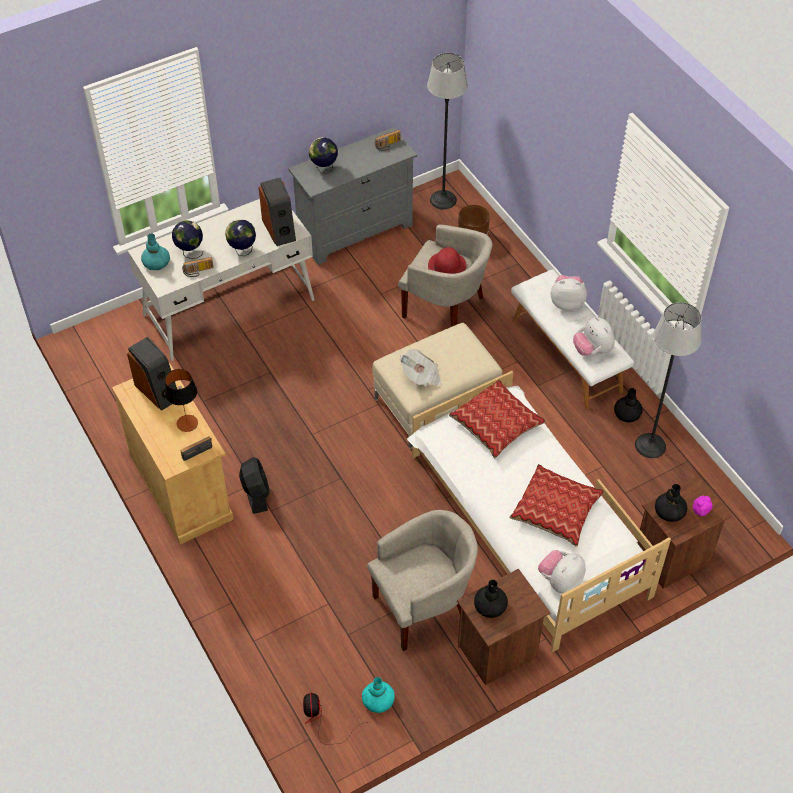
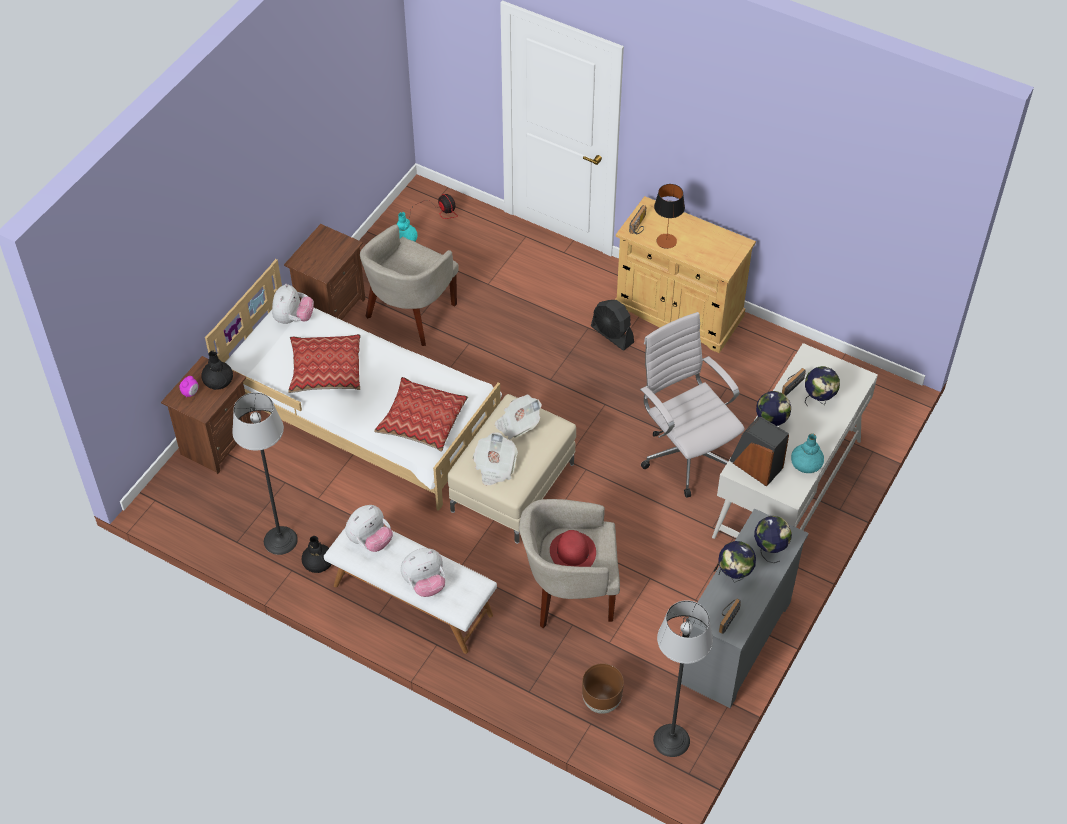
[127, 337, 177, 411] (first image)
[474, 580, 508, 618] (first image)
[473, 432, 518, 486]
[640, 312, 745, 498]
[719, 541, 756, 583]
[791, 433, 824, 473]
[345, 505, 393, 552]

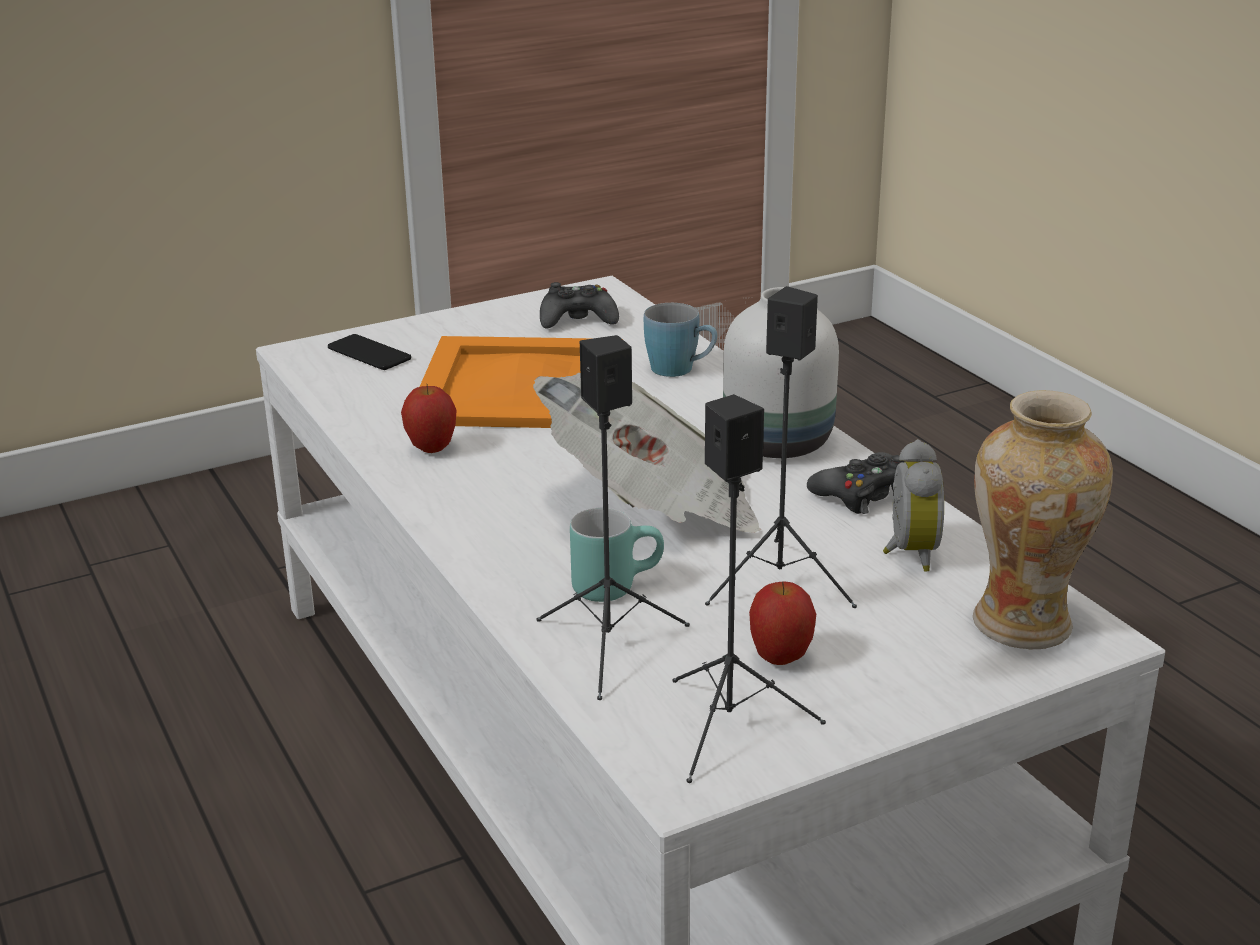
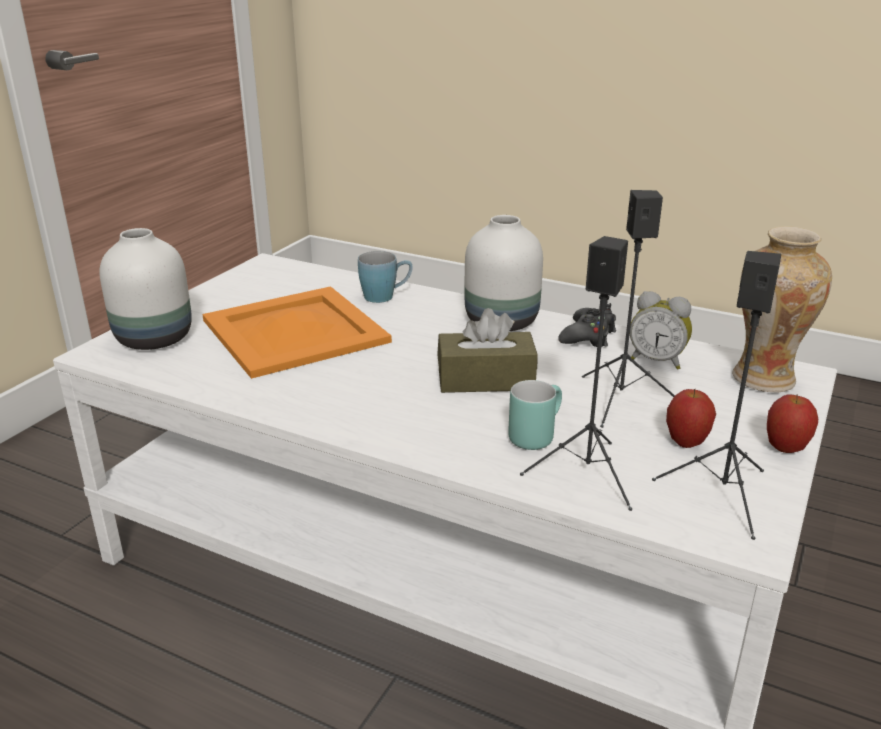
[540, 282, 619, 328] (first image)
[767, 394, 818, 453]
[99, 228, 192, 350]
[437, 308, 538, 393]
[630, 291, 692, 370]

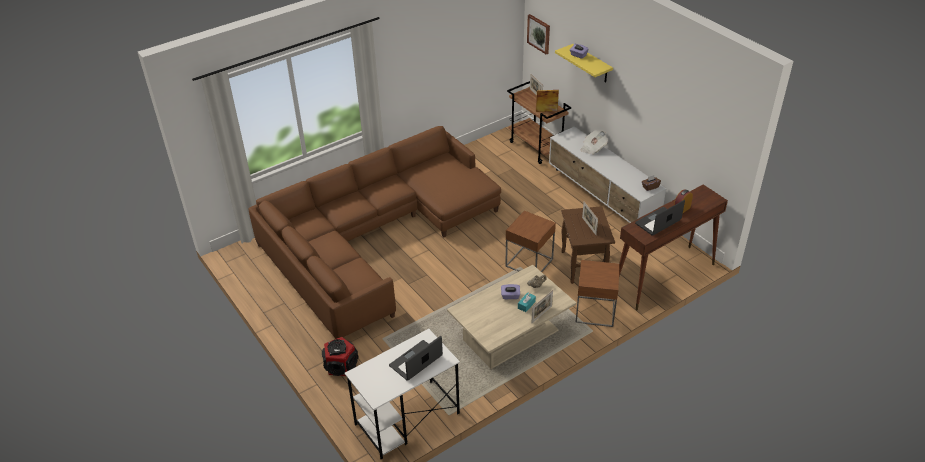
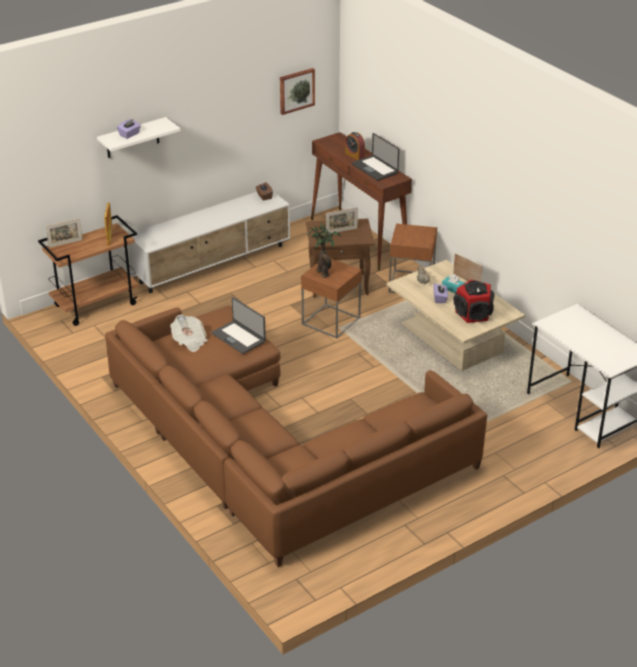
[307, 223, 342, 278]
[453, 280, 495, 323]
[211, 297, 266, 354]
[280, 68, 315, 115]
[170, 315, 208, 352]
[97, 117, 181, 158]

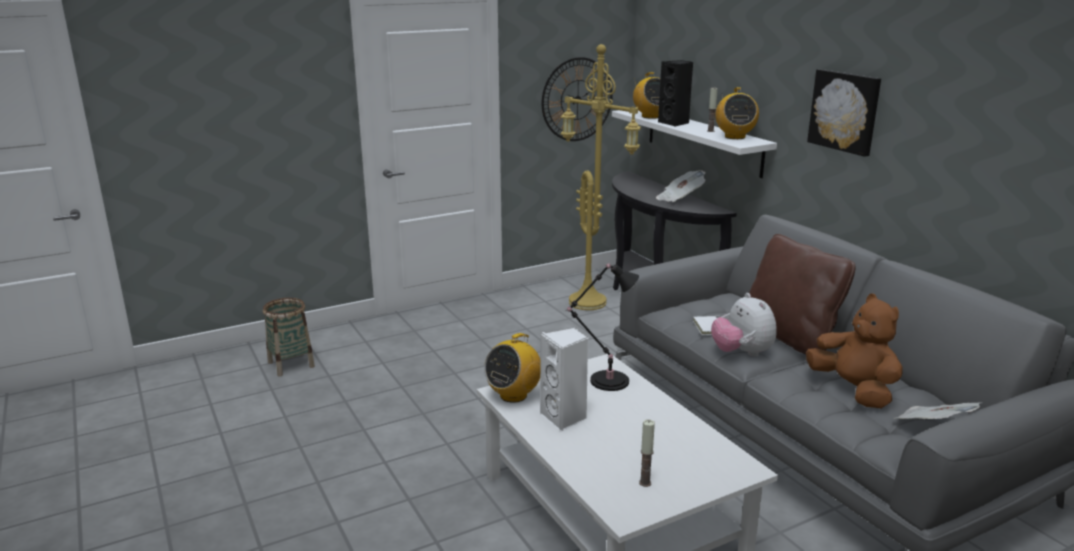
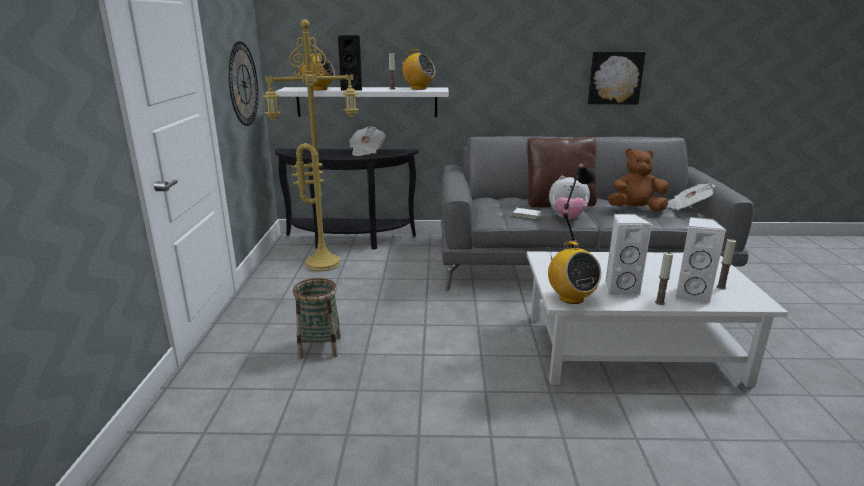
[655, 252, 673, 305]
[675, 217, 726, 303]
[293, 278, 341, 359]
[588, 52, 646, 104]

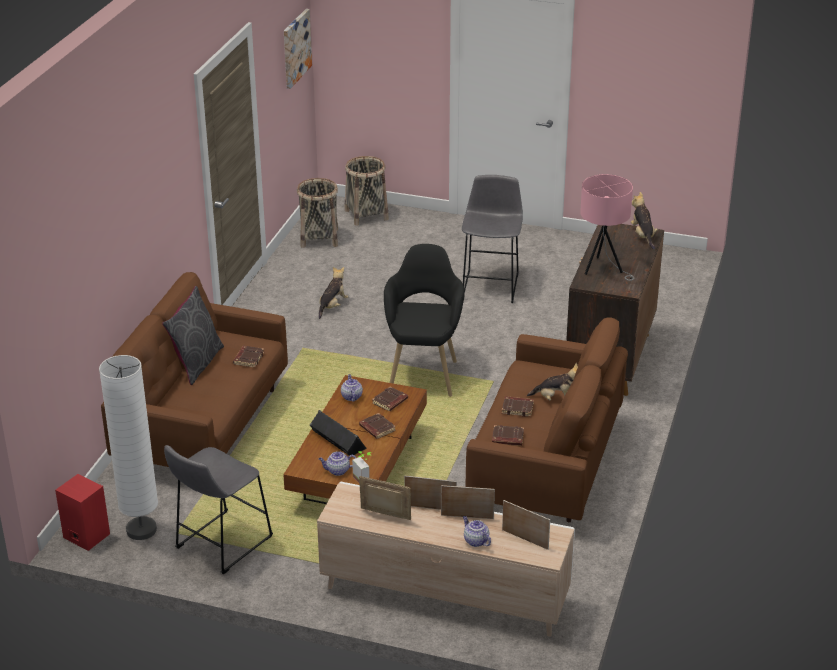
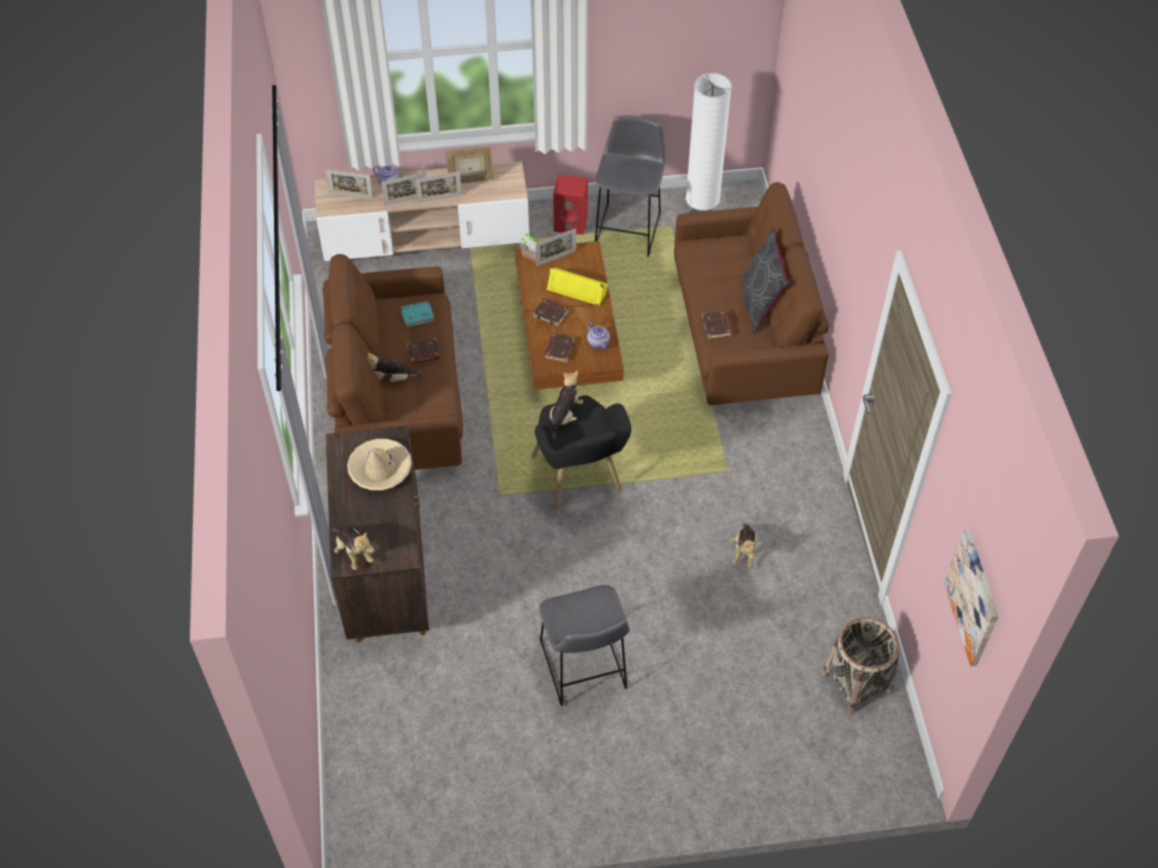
[345, 156, 389, 226] (first image)
[550, 370, 583, 441]
[553, 174, 588, 234]
[535, 228, 576, 267]
[347, 439, 412, 490]
[547, 268, 608, 306]
[400, 301, 435, 327]

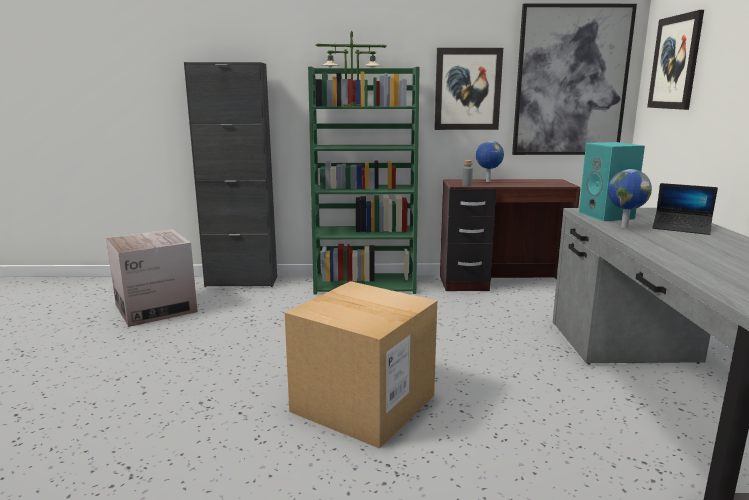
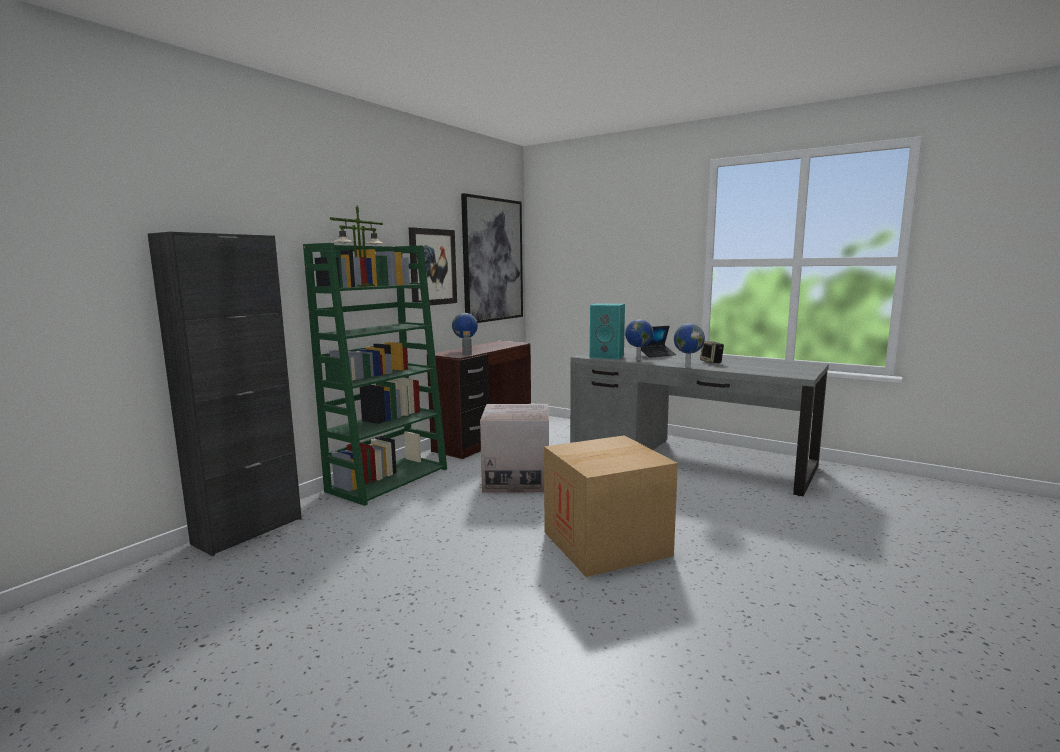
[647, 10, 704, 110] (first image)
[674, 323, 705, 368]
[700, 341, 724, 363]
[480, 404, 549, 493]

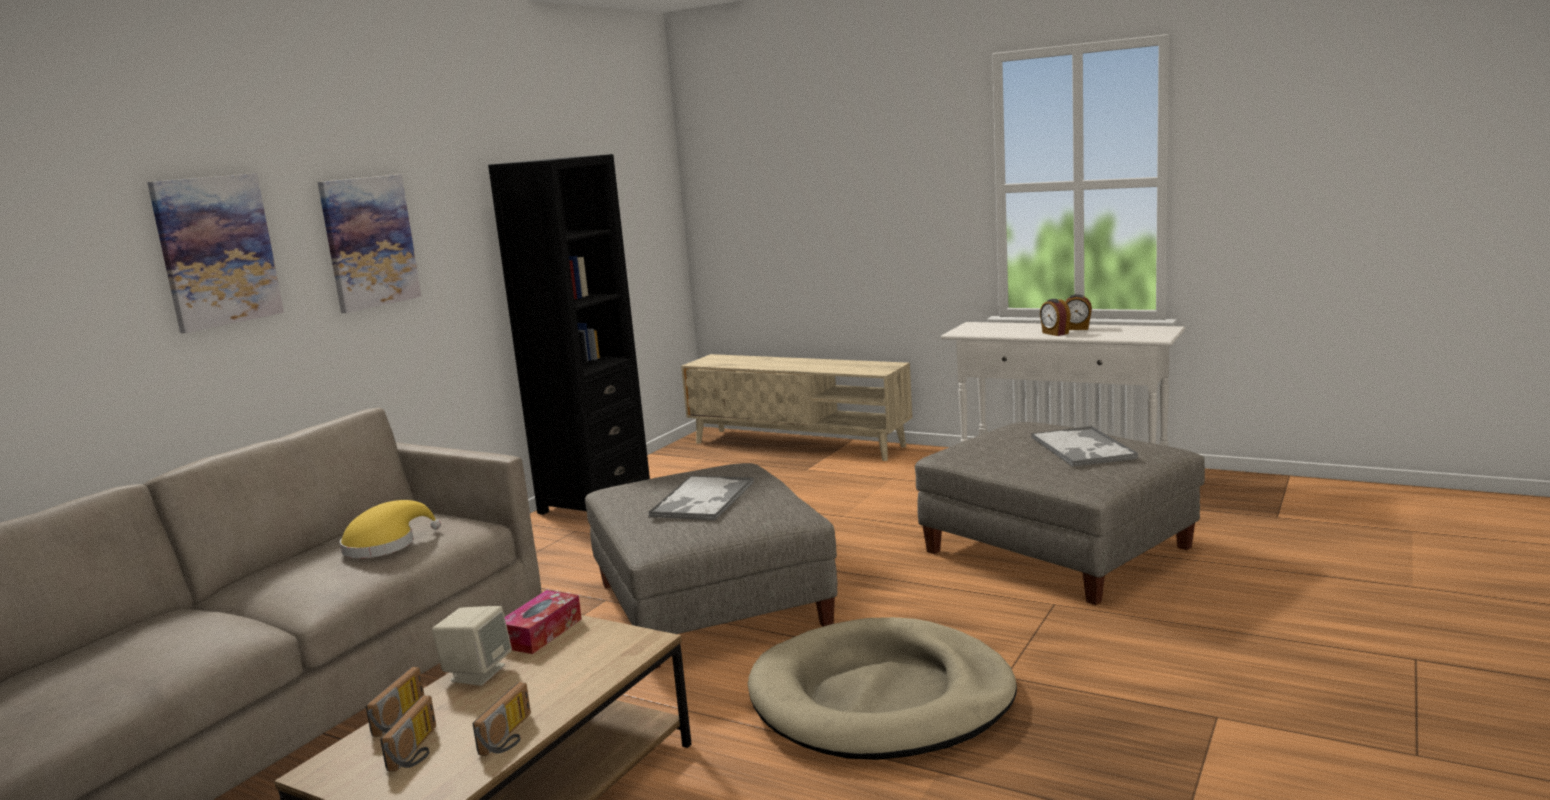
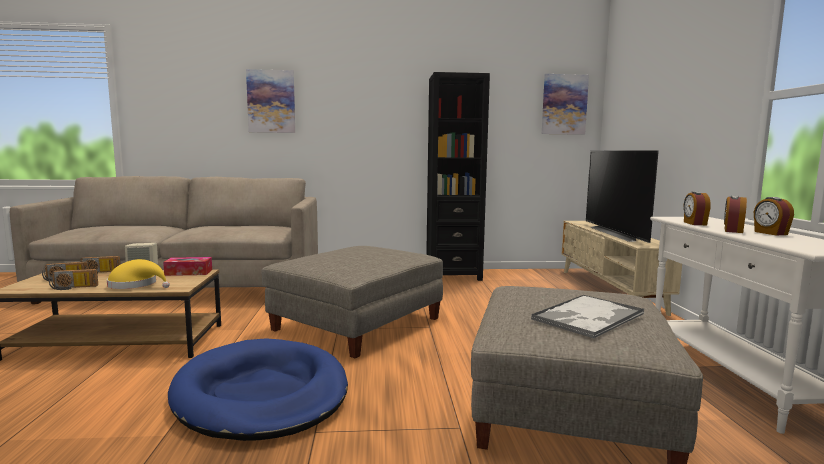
[648, 476, 754, 521] (first image)
[586, 150, 659, 243]
[683, 191, 711, 225]
[542, 74, 589, 135]
[107, 259, 170, 289]
[168, 338, 348, 441]

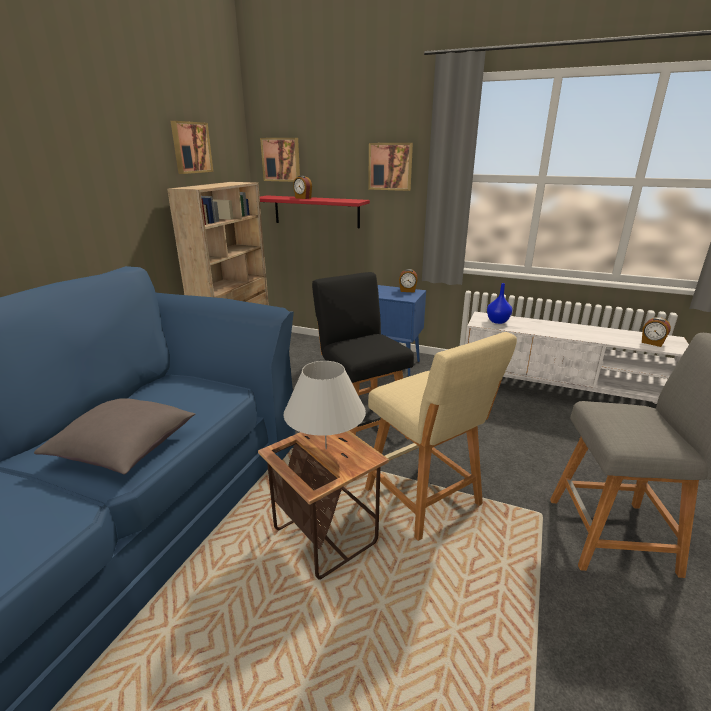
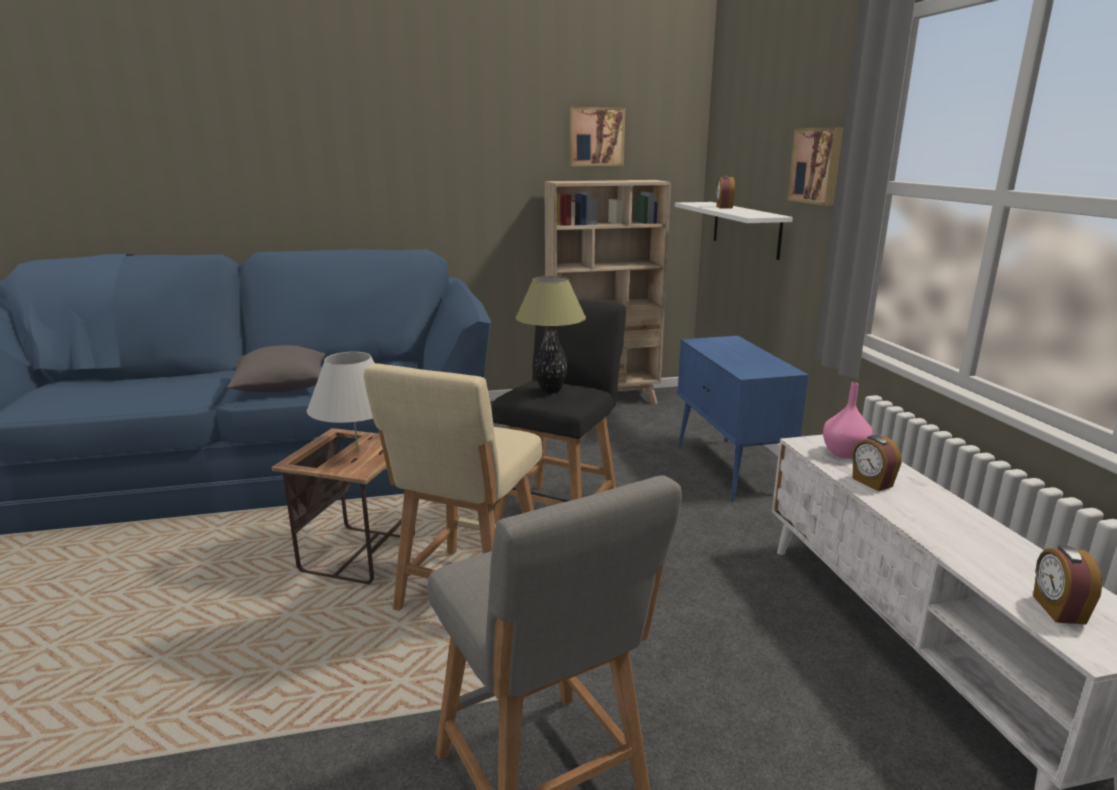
[260, 138, 300, 182] (first image)
[515, 276, 586, 394]
[852, 435, 901, 491]
[675, 202, 793, 260]
[823, 382, 873, 459]

